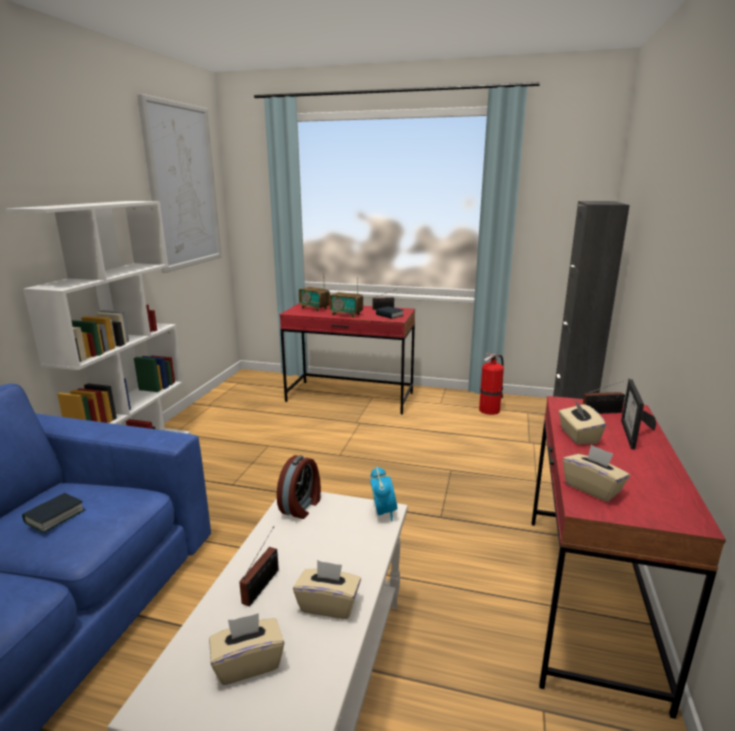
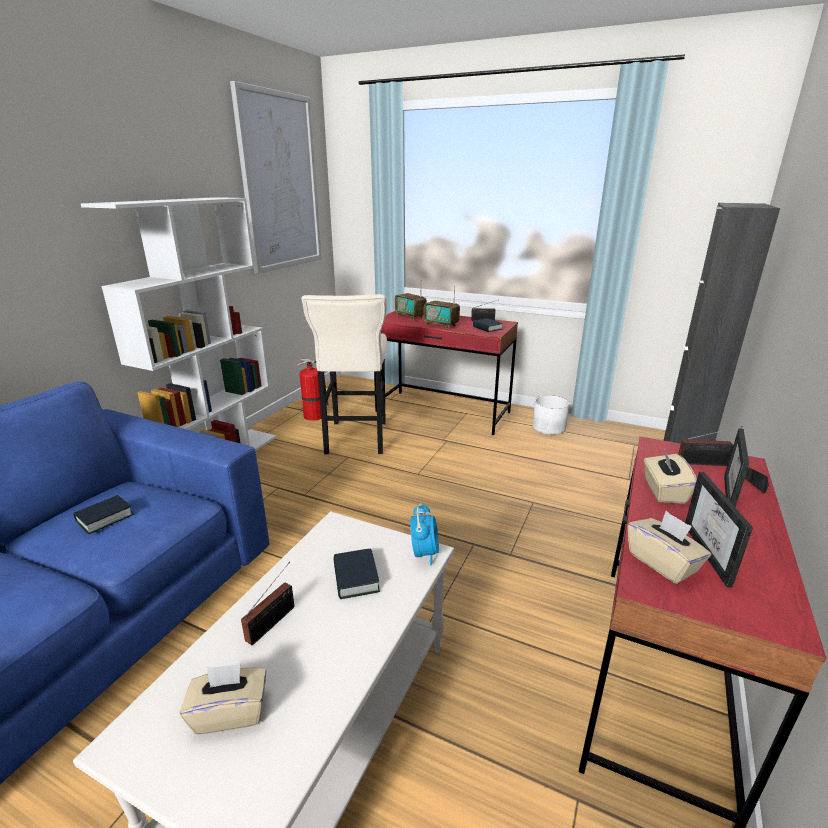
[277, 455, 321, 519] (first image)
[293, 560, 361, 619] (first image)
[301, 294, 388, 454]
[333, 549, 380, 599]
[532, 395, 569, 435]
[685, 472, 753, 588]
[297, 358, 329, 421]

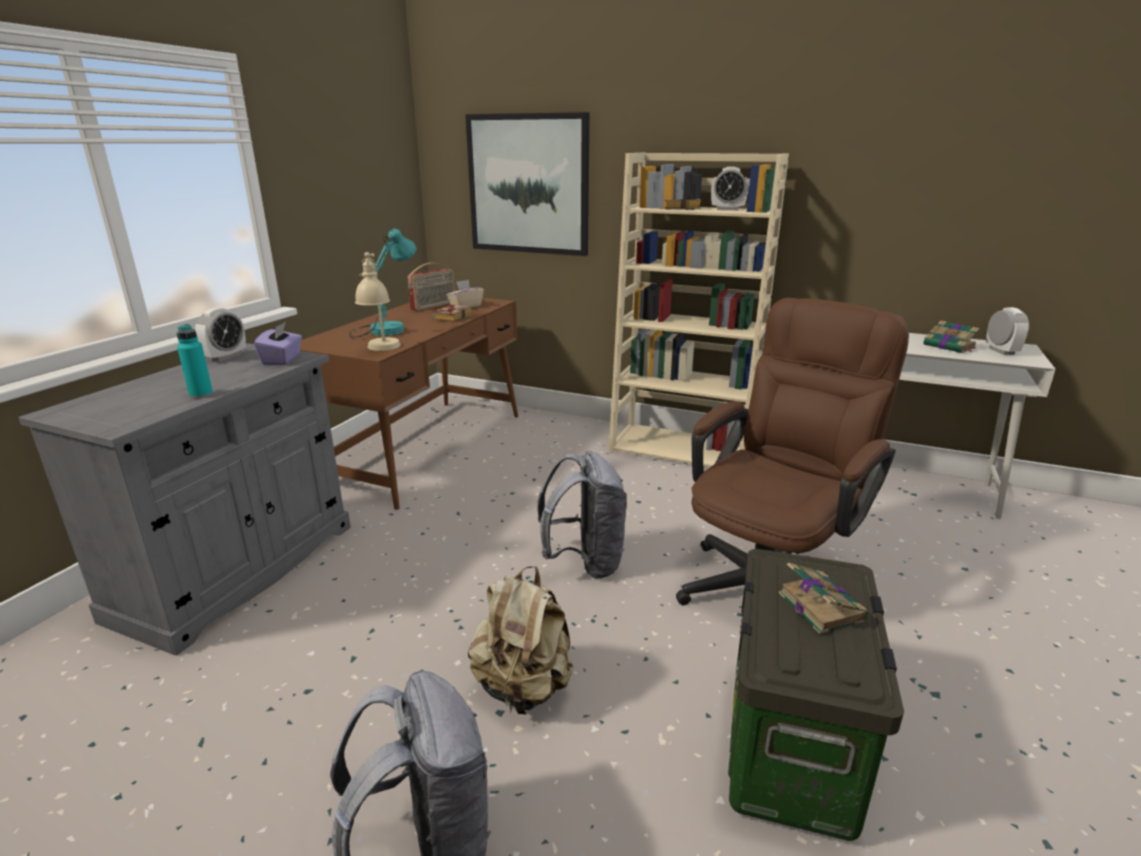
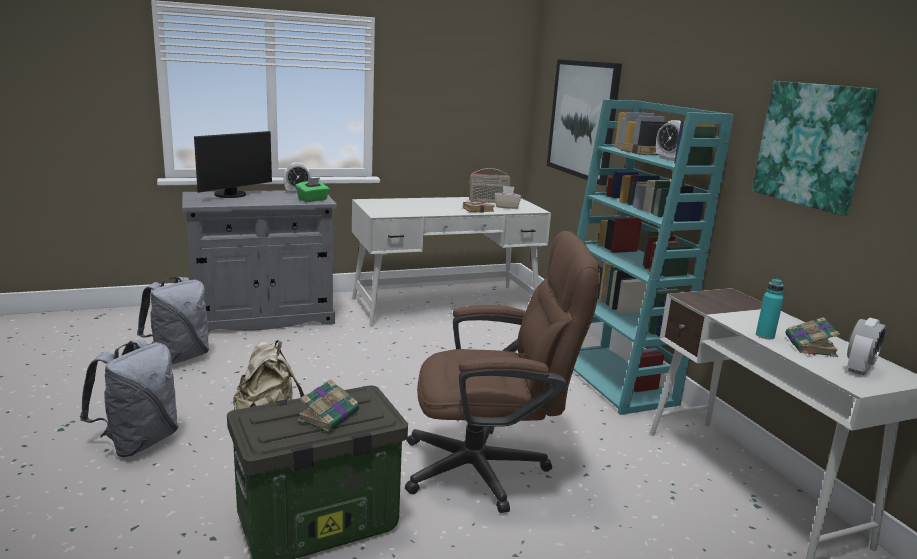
[349, 228, 417, 337] (first image)
[355, 252, 401, 351] (first image)
[194, 131, 272, 198]
[752, 81, 879, 216]
[756, 278, 784, 339]
[137, 277, 209, 364]
[295, 177, 330, 202]
[352, 197, 551, 327]
[573, 99, 734, 415]

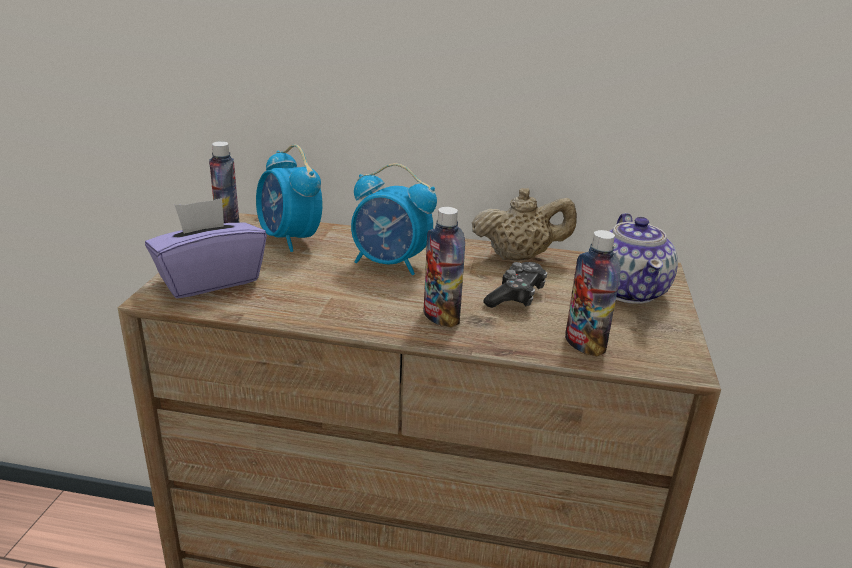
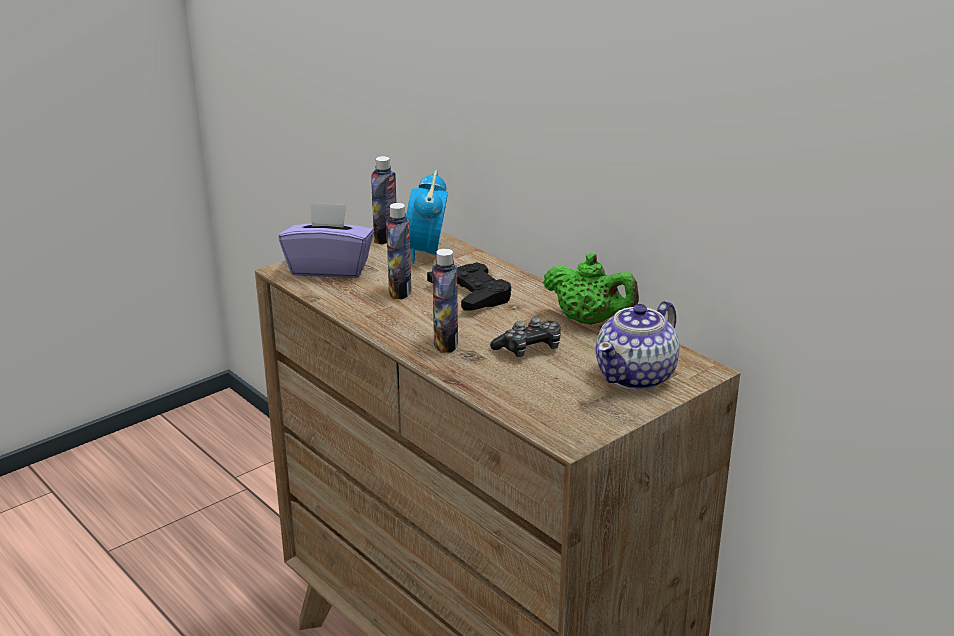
[386, 203, 412, 299]
[427, 262, 511, 311]
[543, 253, 639, 325]

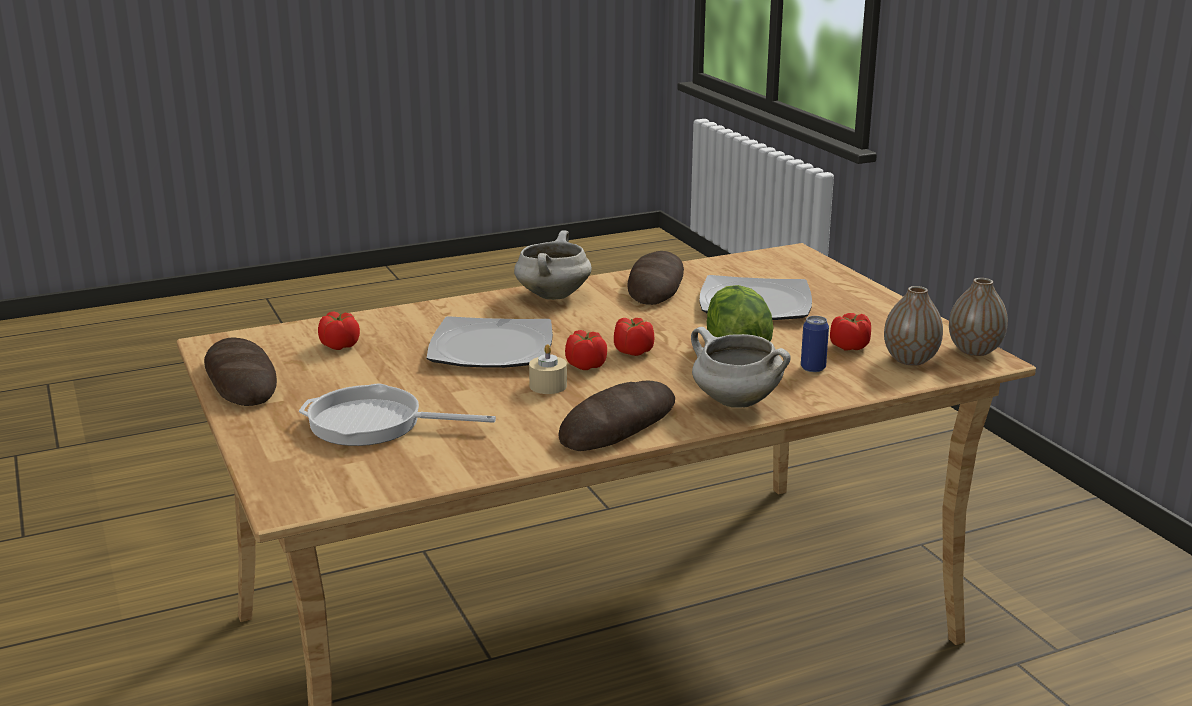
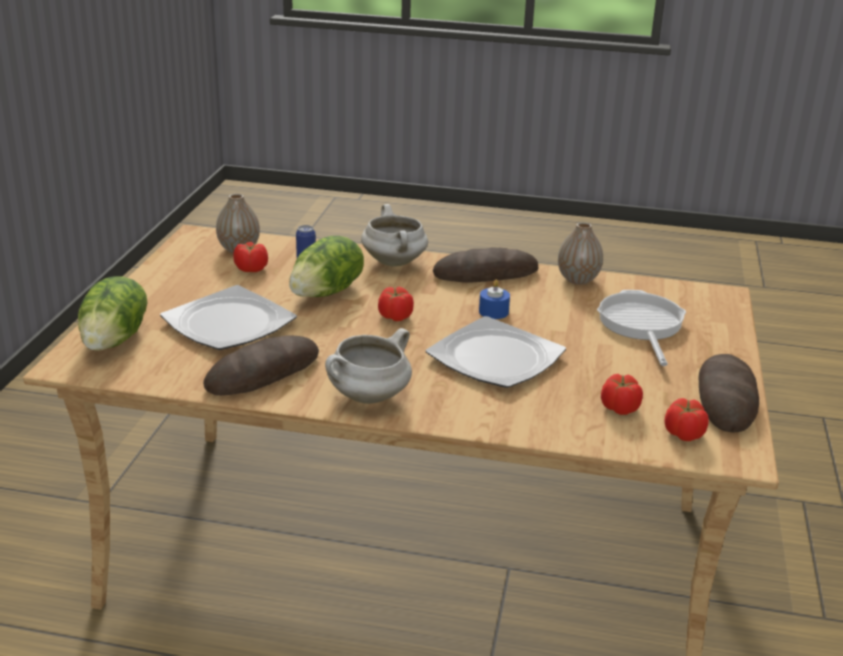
[78, 276, 147, 351]
[664, 398, 709, 441]
[558, 222, 603, 285]
[479, 279, 510, 319]
[597, 290, 686, 366]

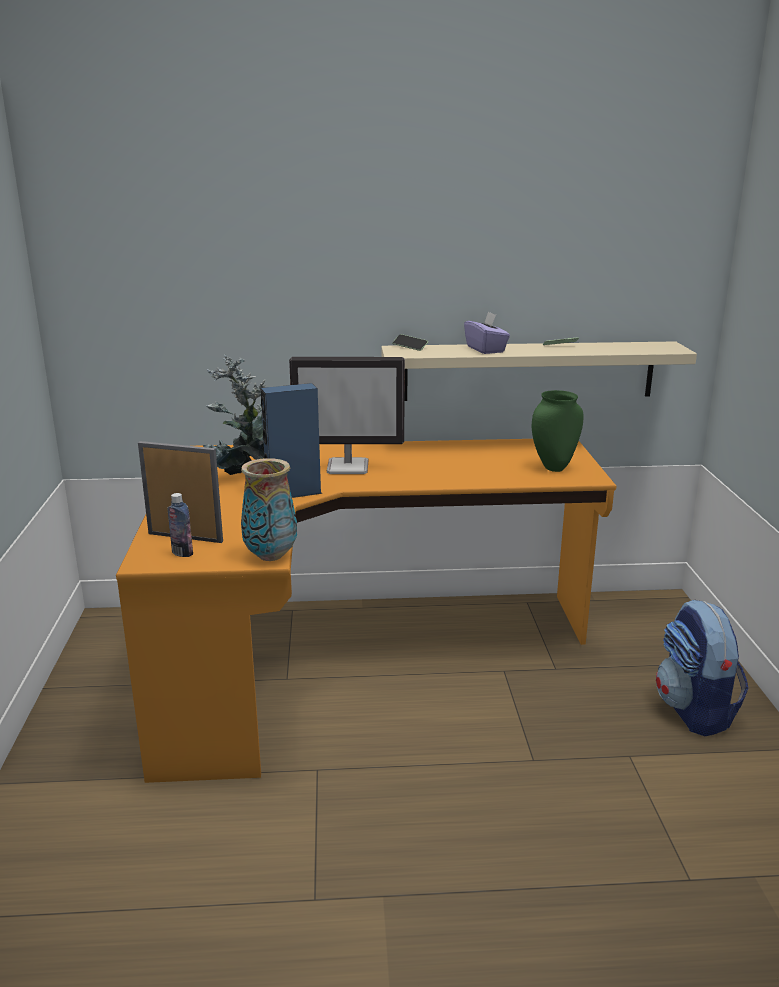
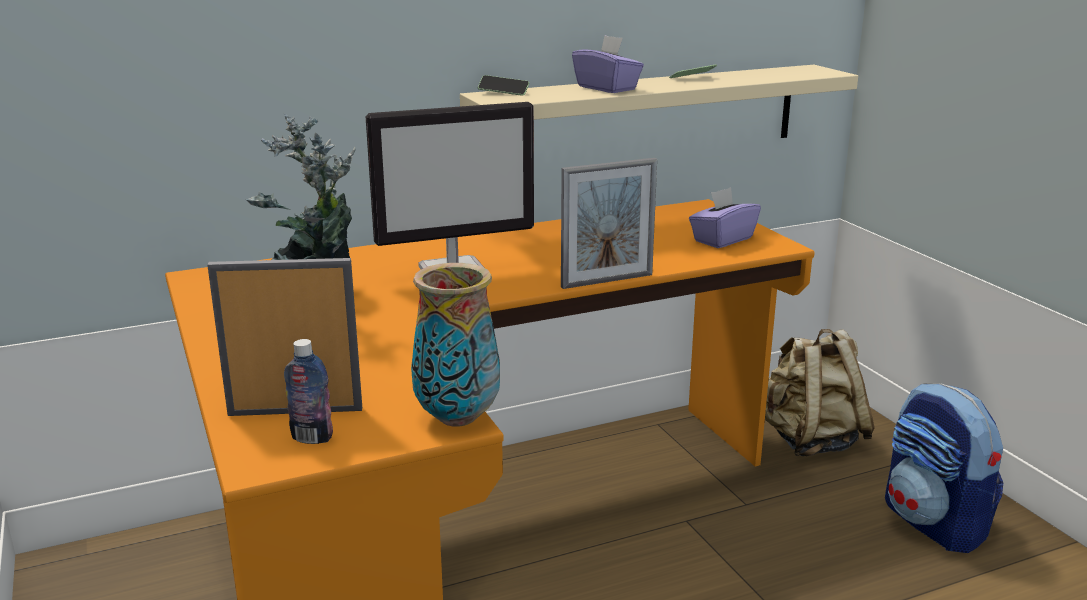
[261, 383, 322, 498] (first image)
[561, 158, 657, 289]
[765, 329, 875, 456]
[689, 187, 761, 248]

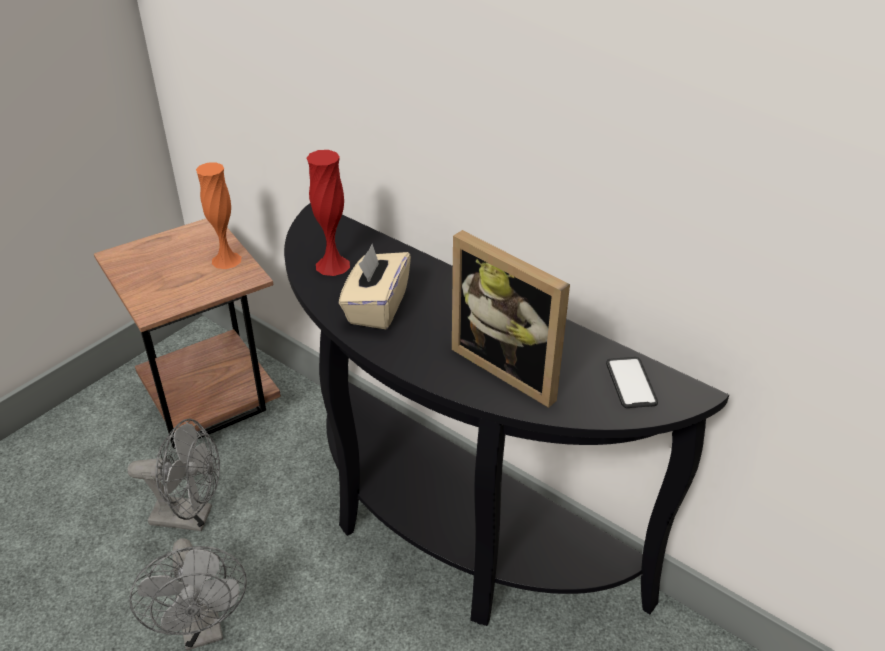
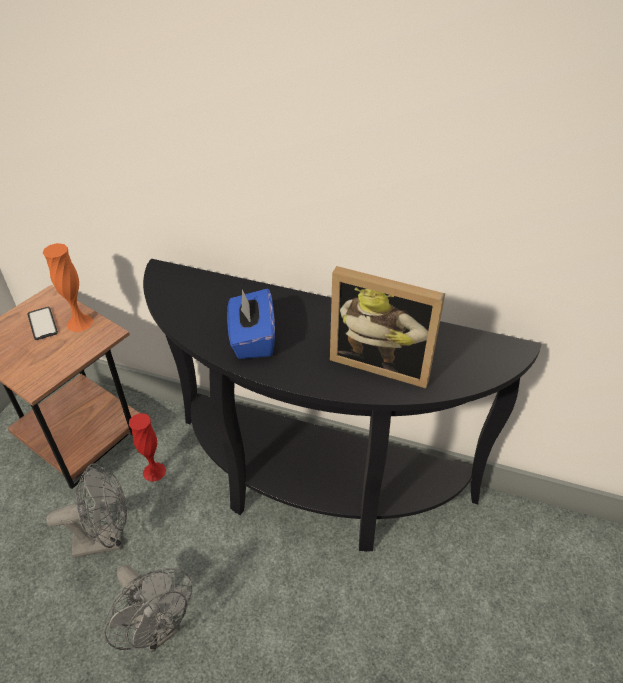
[129, 413, 166, 482]
[28, 307, 58, 340]
[227, 289, 275, 359]

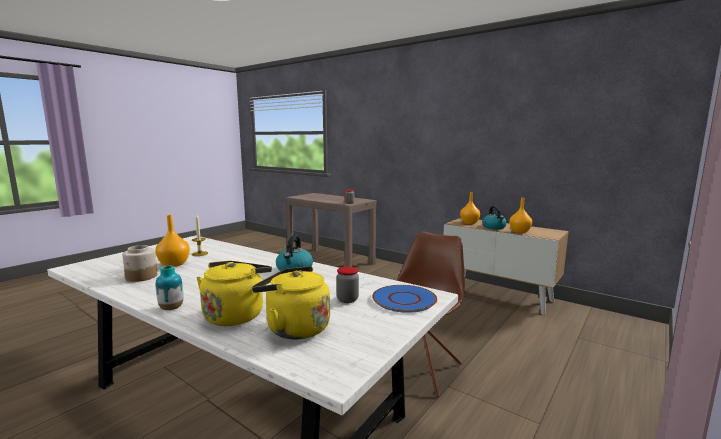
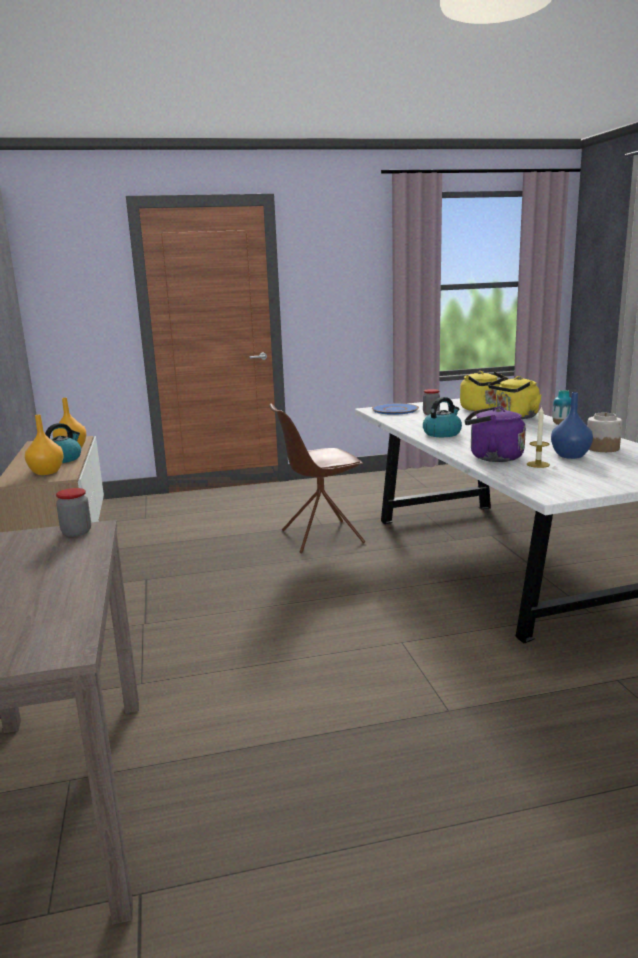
[465, 406, 526, 462]
[551, 392, 593, 459]

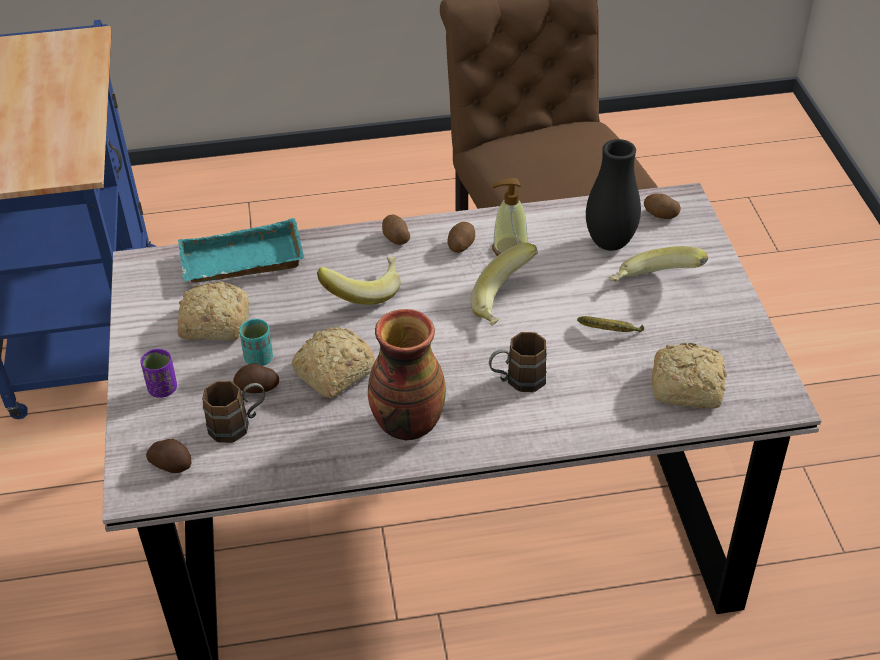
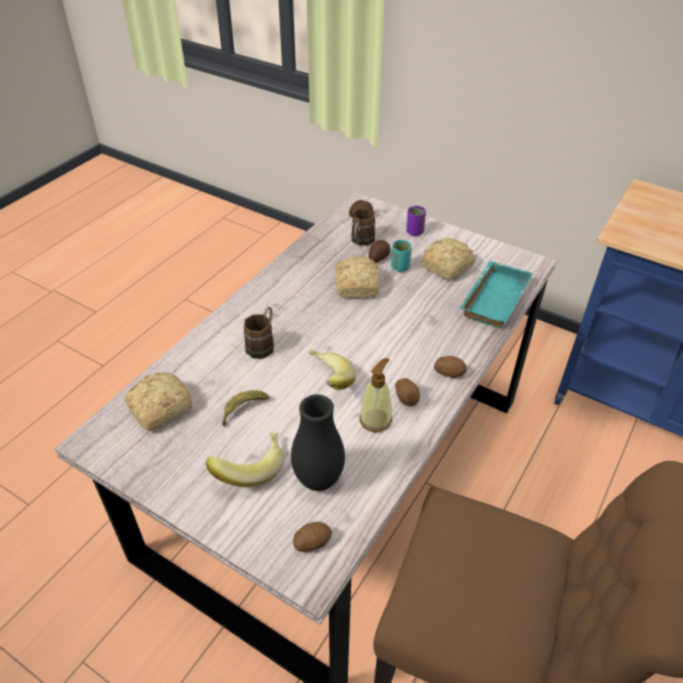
[317, 256, 401, 305] (first image)
[368, 309, 446, 440] (first image)

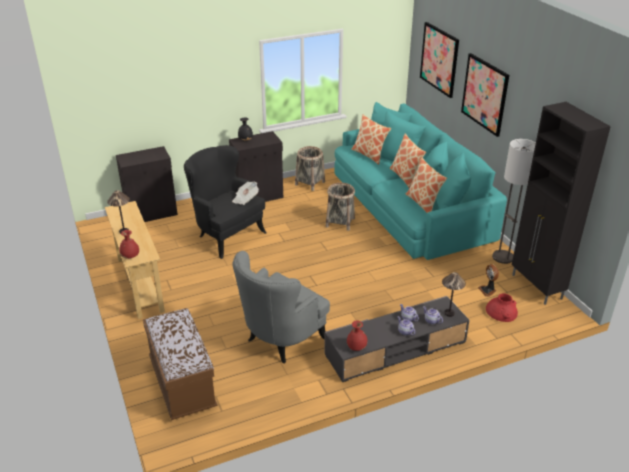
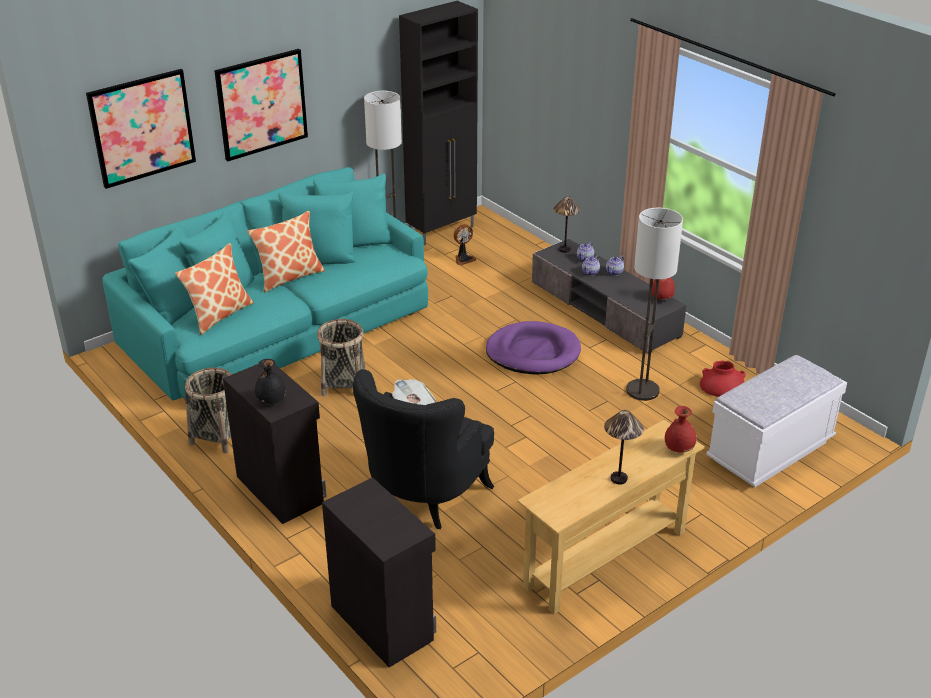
[406, 158, 447, 213] (first image)
[486, 321, 581, 375]
[700, 361, 746, 397]
[626, 208, 683, 401]
[706, 355, 847, 487]

